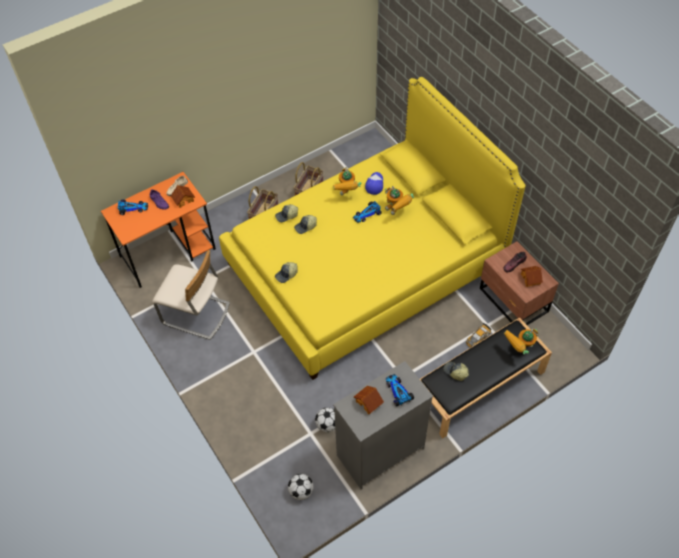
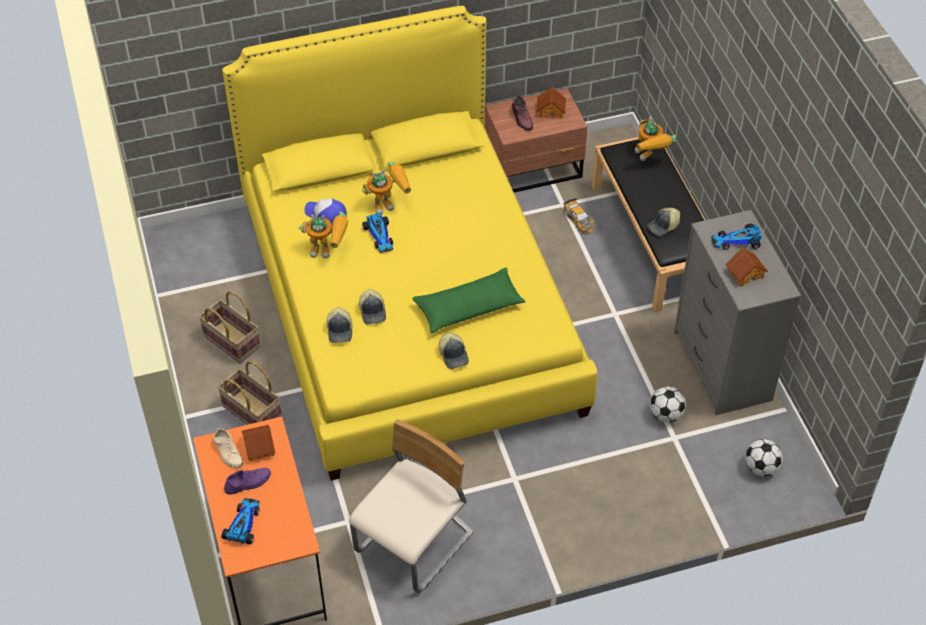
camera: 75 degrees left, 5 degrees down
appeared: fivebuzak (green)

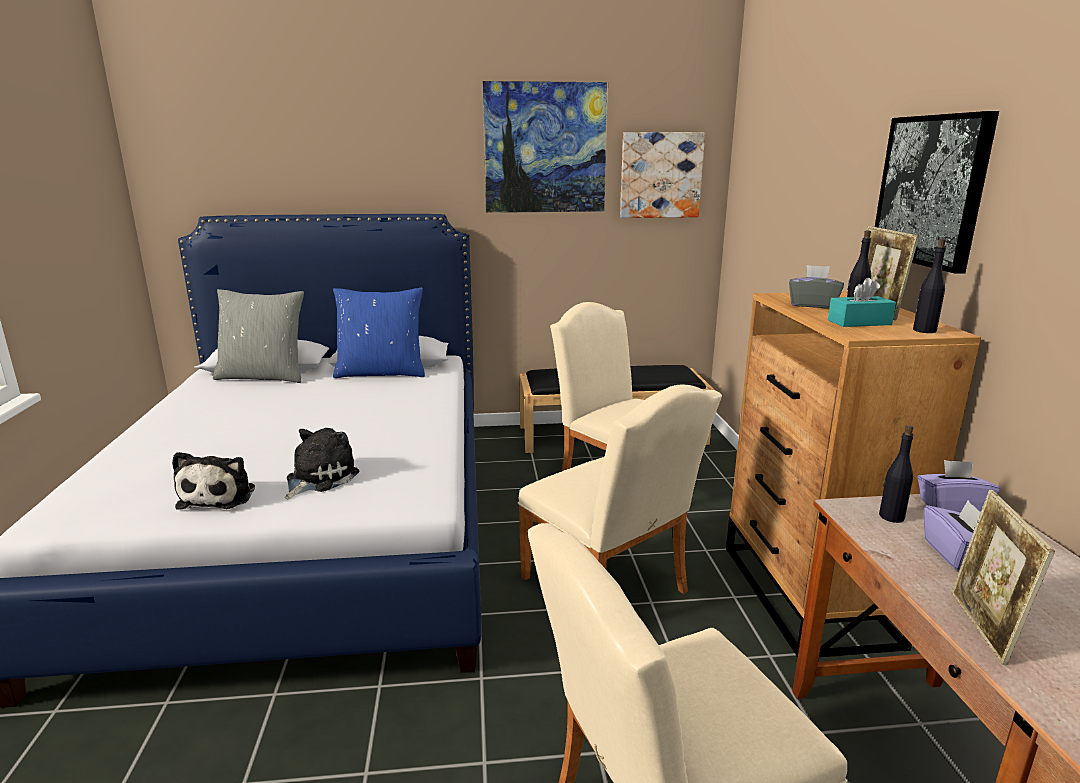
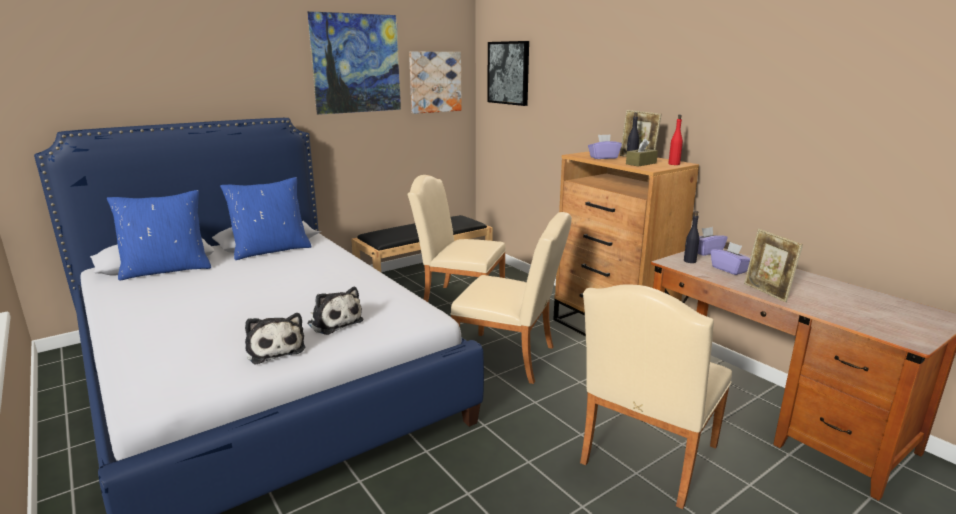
camera: 30 degrees left, 0 degrees up
relocated: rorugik (no. 3 from left)
colour: fivebuzak (grey) to fivebuzak (blue) (no. 1 from left); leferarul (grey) to leferarul (purple) (no. 1 from left); leferarul (turquoise) to leferarul (brown); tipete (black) (no. 3 from left) to tipete (red)
spun: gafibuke (no. 2 from left) 135 degrees clockwise

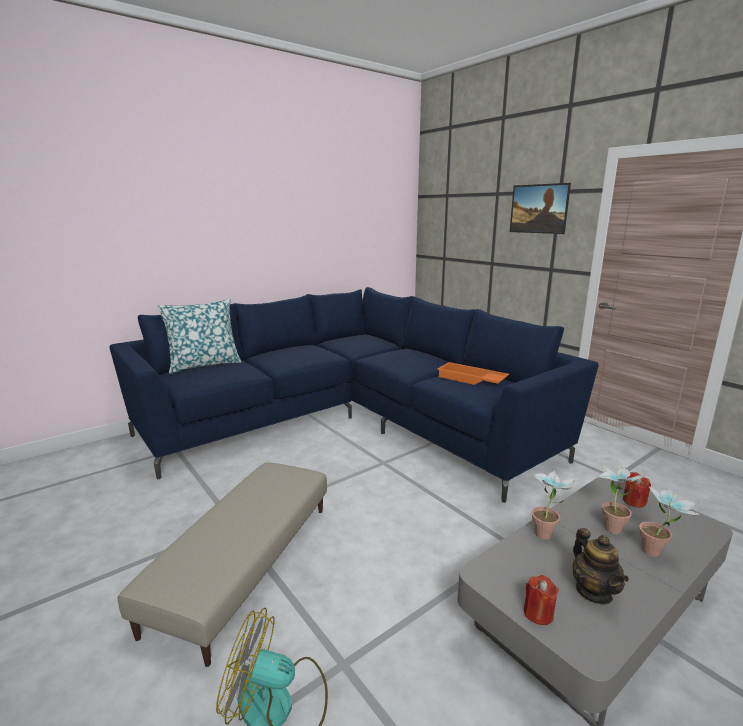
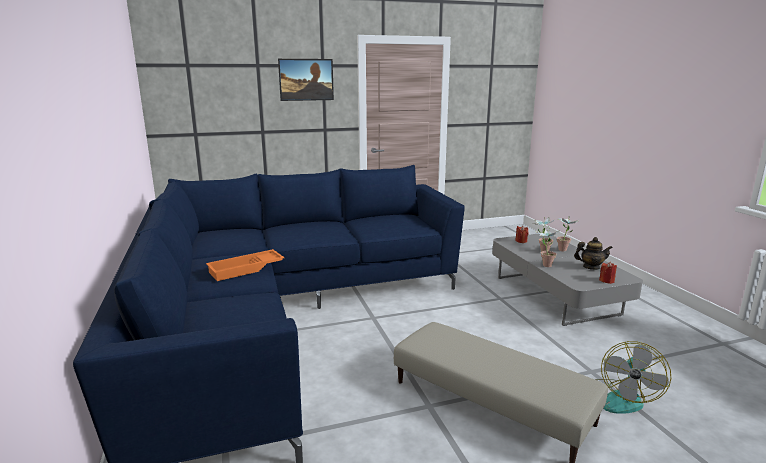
camera: 70 degrees left, 0 degrees up
missing: fivebuzak
relocated: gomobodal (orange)

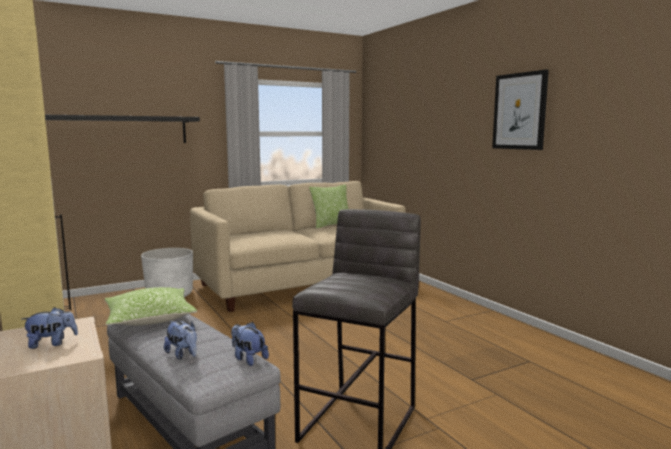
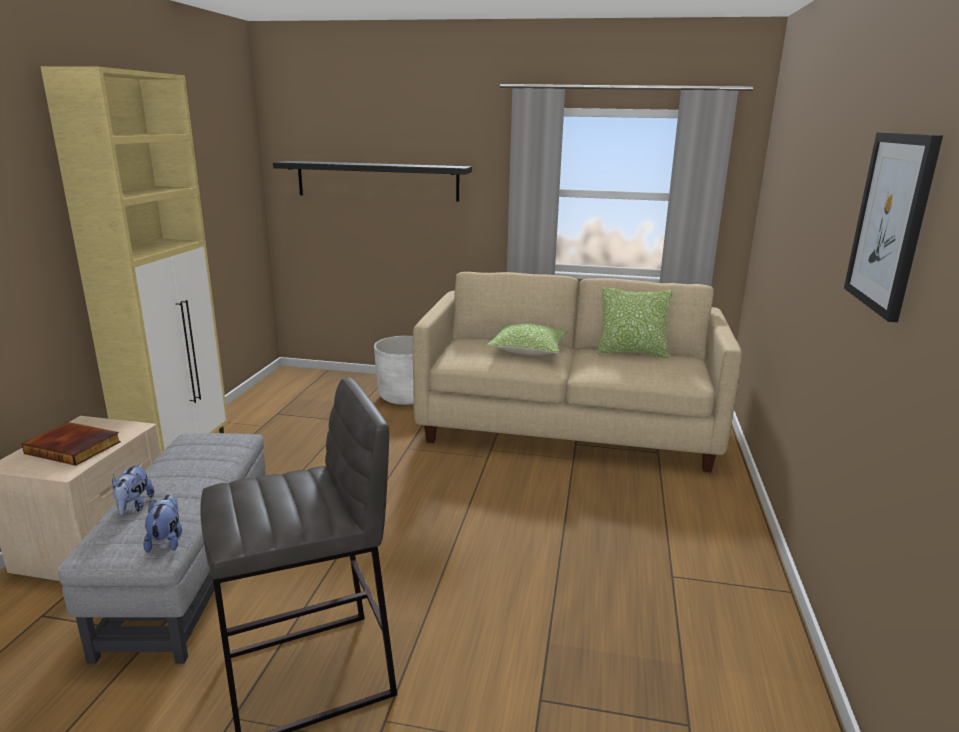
camera: 40 degrees right, 10 degrees up
relocated: fivebuzak (no. 1 from left)
exchanged: gafibuke (no. 1 from left) to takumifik

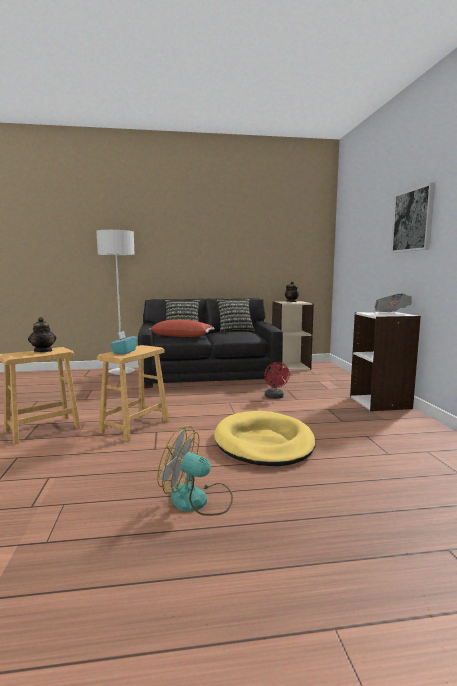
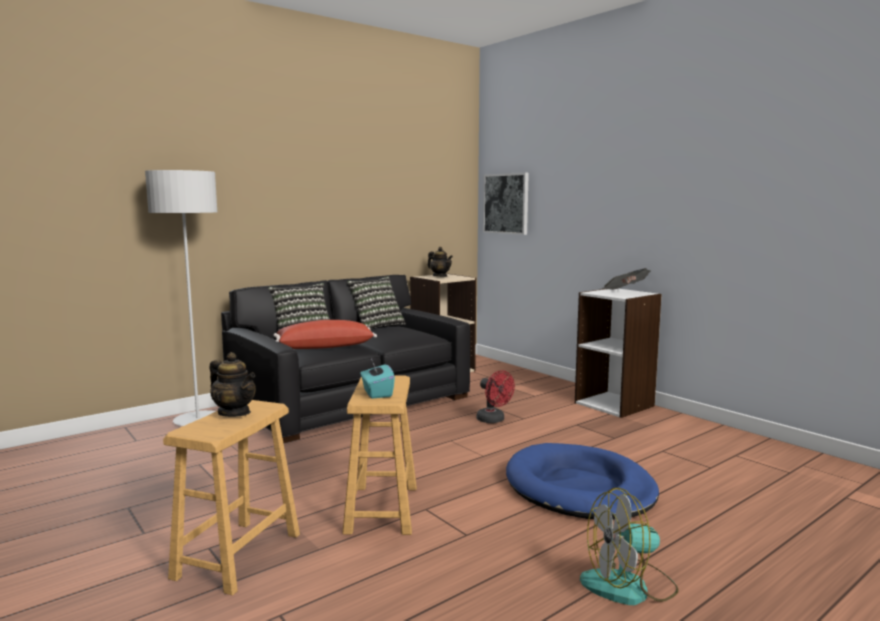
camera: 30 degrees left, 0 degrees up
relocated: rorugik
colour: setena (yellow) to setena (blue)

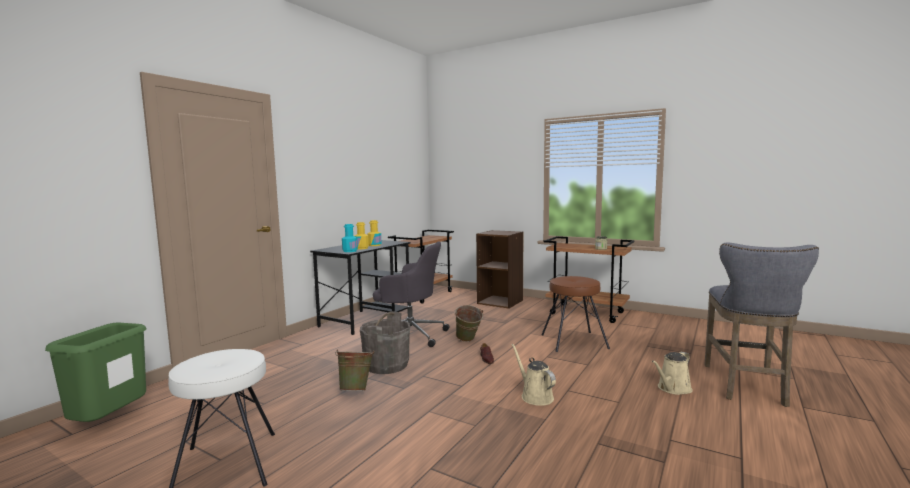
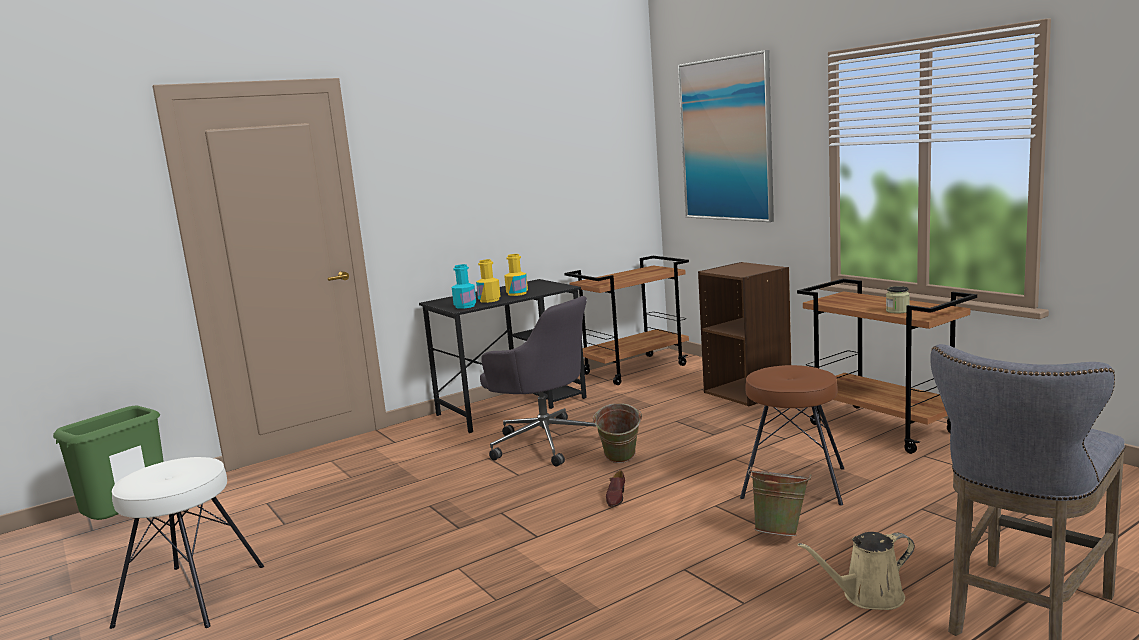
camera: 25 degrees right, 5 degrees up
missing: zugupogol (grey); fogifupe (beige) (no. 1 from left)
appeared: rorugik
relocated: zugupogol (green) (no. 1 from left in the first image) to zugupogol (green) (no. 2 from left)

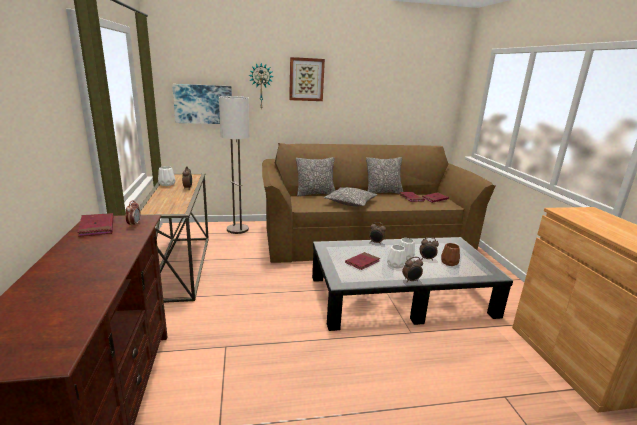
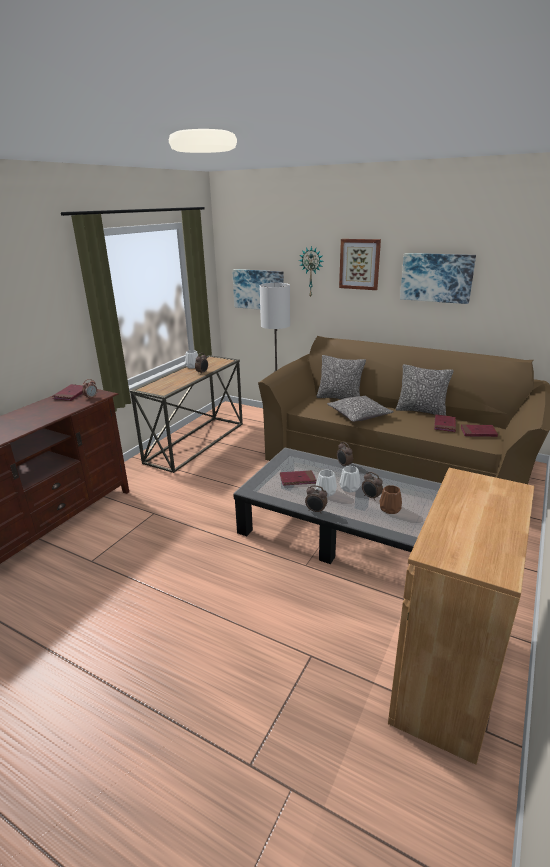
camera: 40 degrees right, 5 degrees up
appeared: rorugik (no. 3 from left)

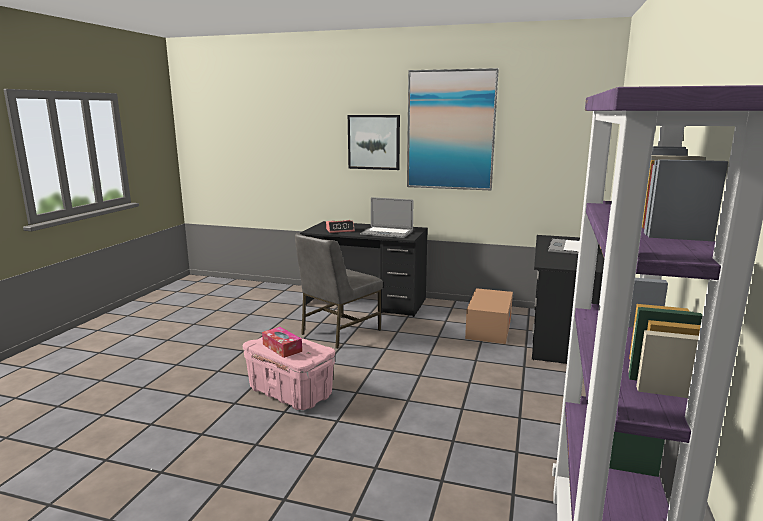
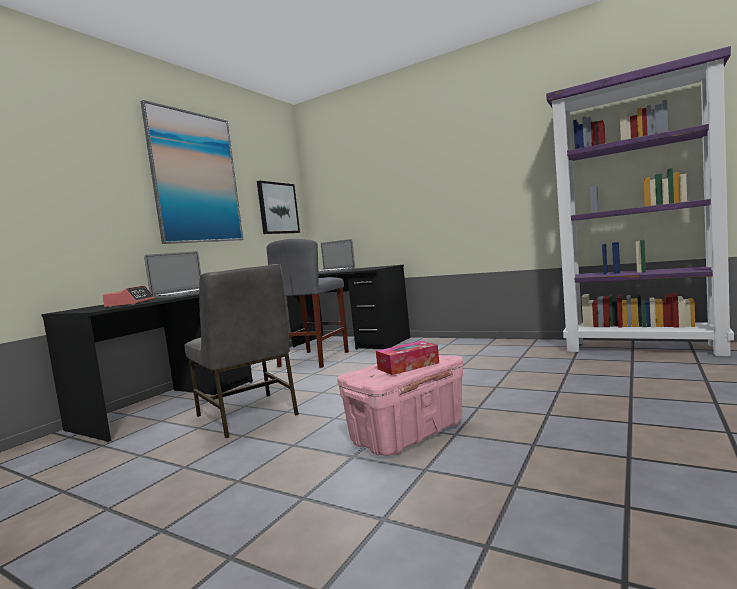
camera: 75 degrees left, 10 degrees down
relocated: rorugik (no. 1 from left in the first image) to rorugik (no. 2 from left)
exchanged: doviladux to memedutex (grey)

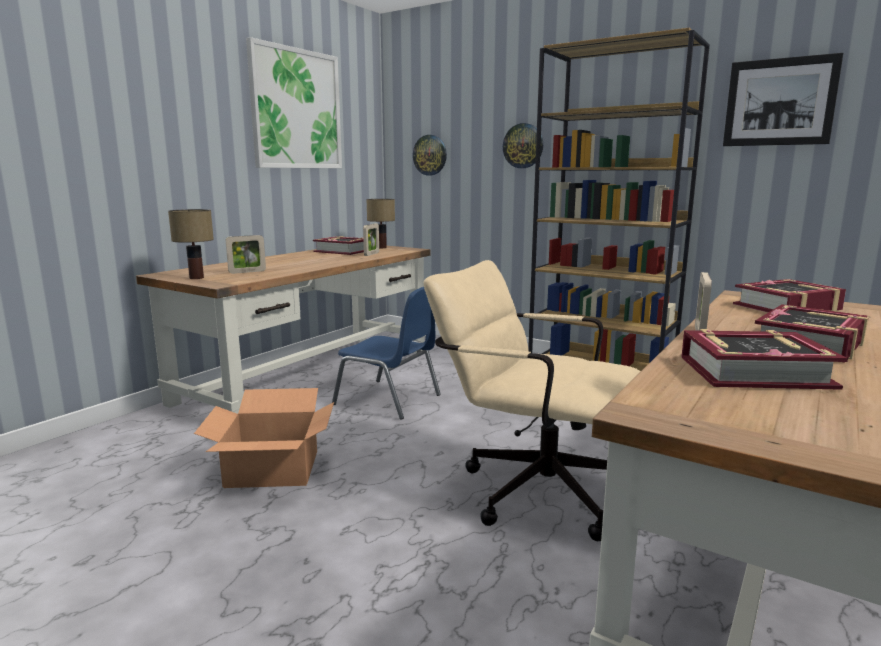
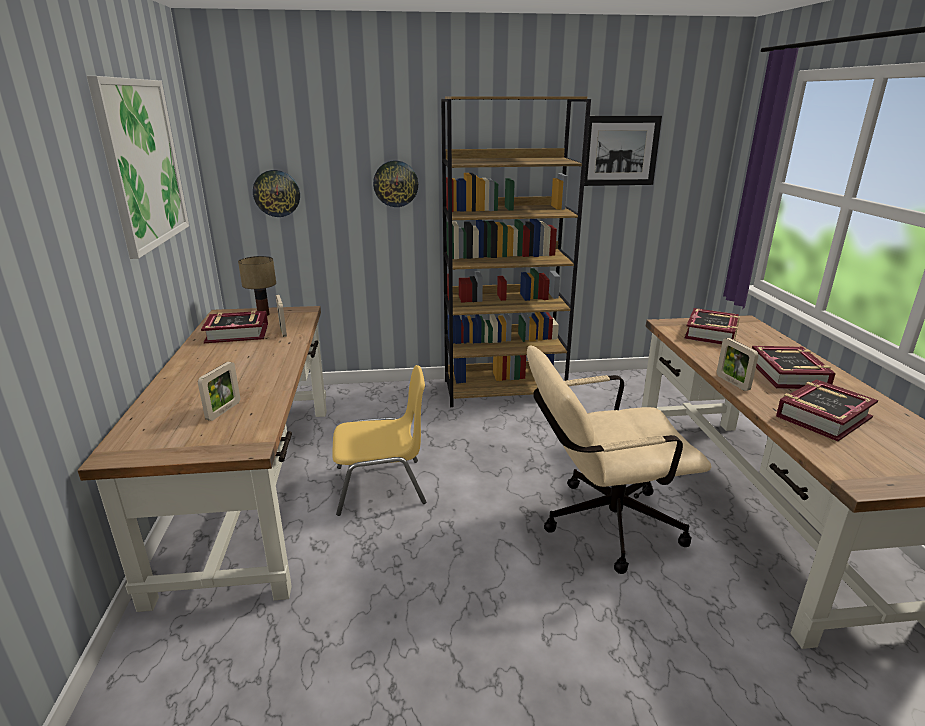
camera: 40 degrees left, 10 degrees up
missing: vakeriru (no. 1 from left); doviladux
colour: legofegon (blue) to legofegon (yellow)

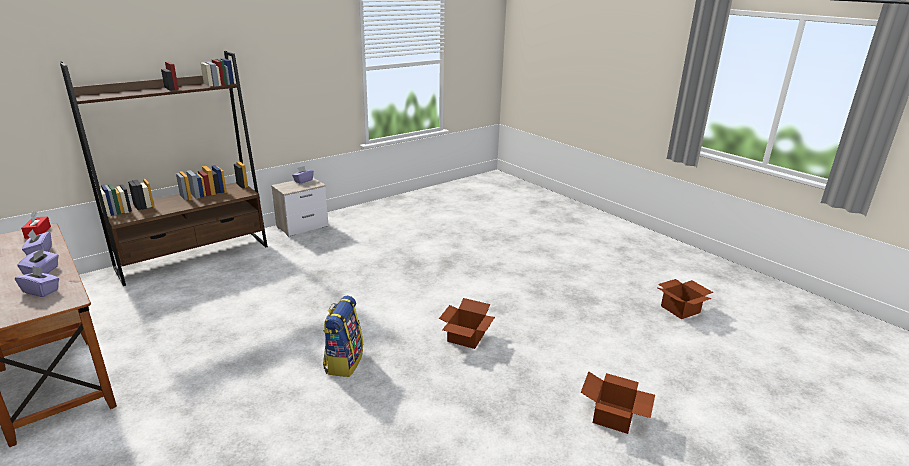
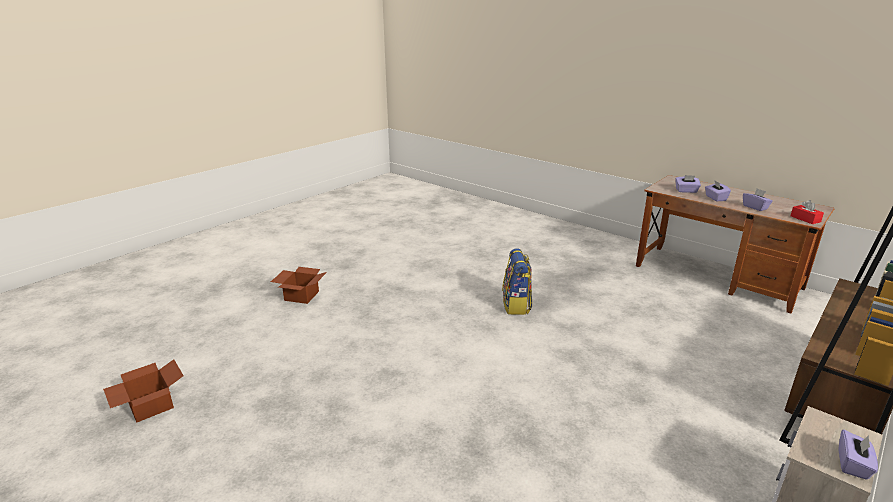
camera: 170 degrees right, 0 degrees up
missing: doviladux (no. 1 from left)

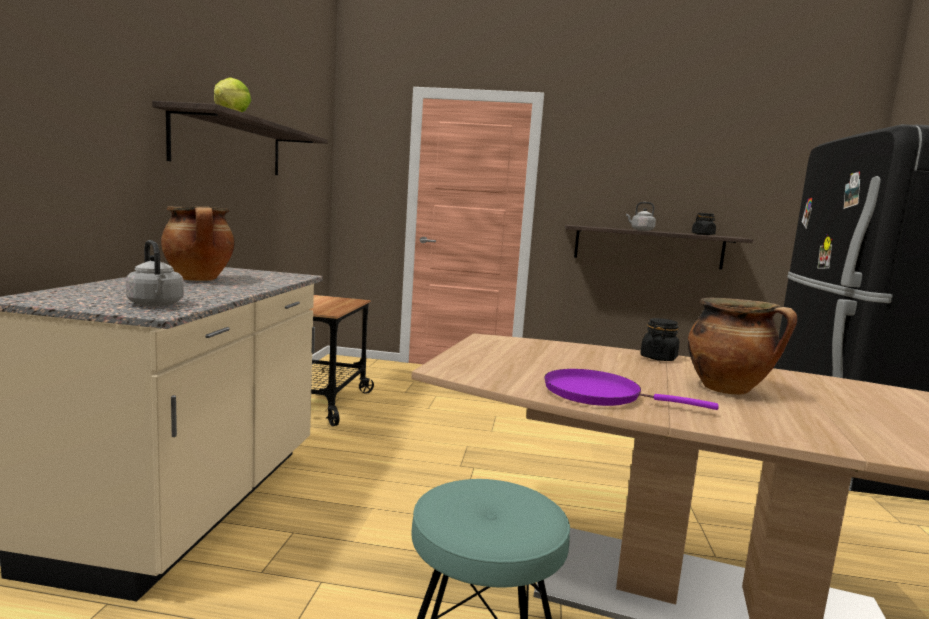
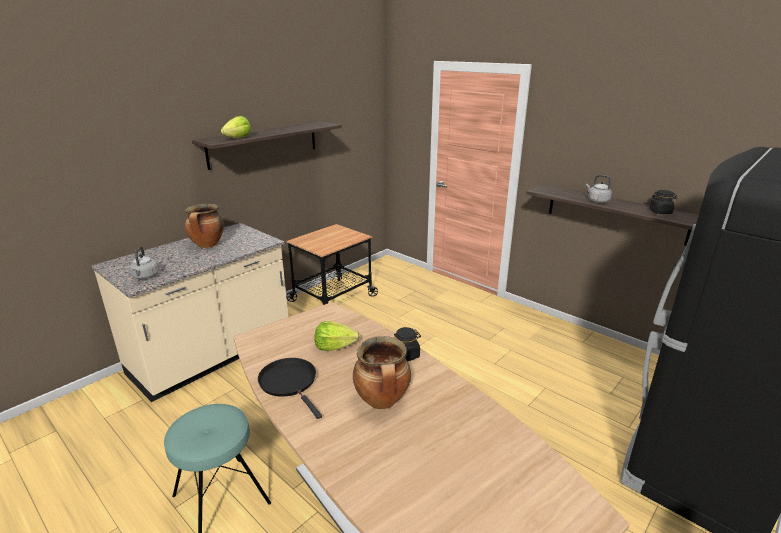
camera: 35 degrees right, 15 degrees up
appeared: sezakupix (no. 2 from left)
colour: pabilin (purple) to pabilin (black)

